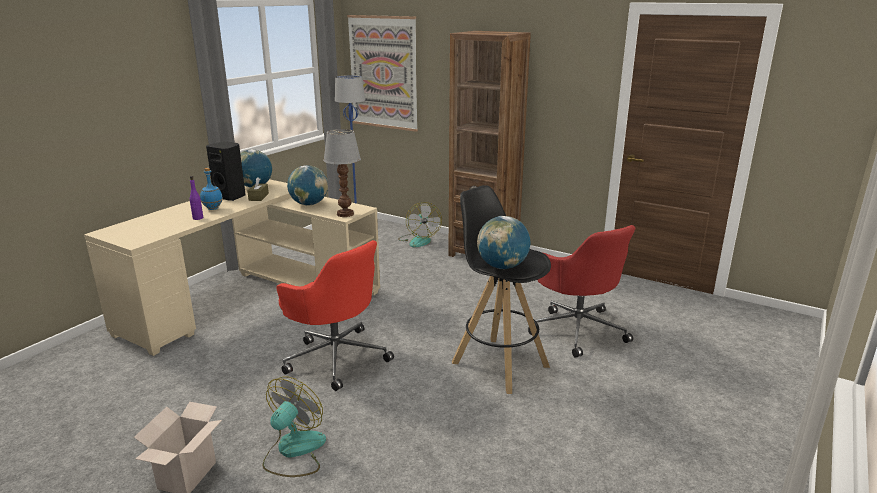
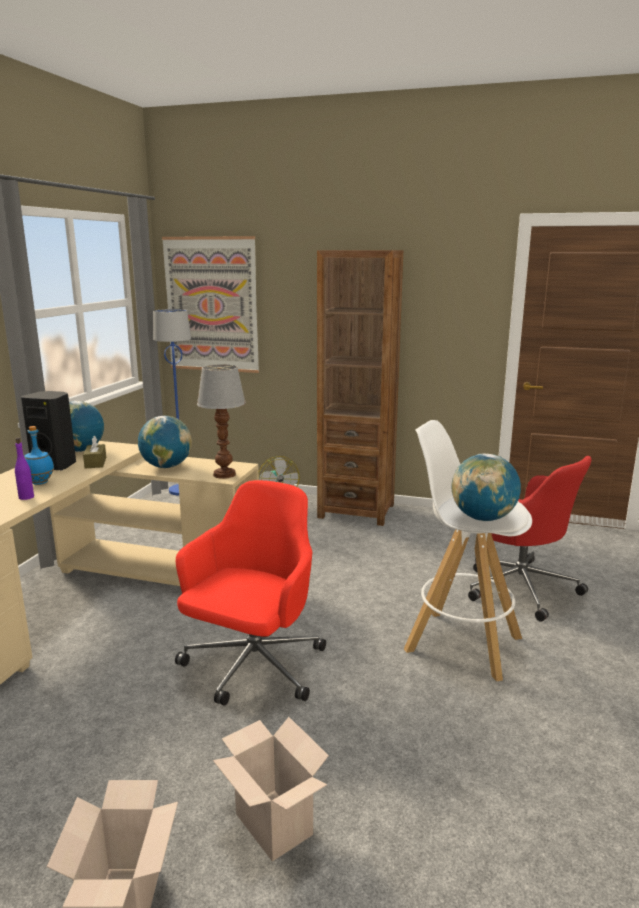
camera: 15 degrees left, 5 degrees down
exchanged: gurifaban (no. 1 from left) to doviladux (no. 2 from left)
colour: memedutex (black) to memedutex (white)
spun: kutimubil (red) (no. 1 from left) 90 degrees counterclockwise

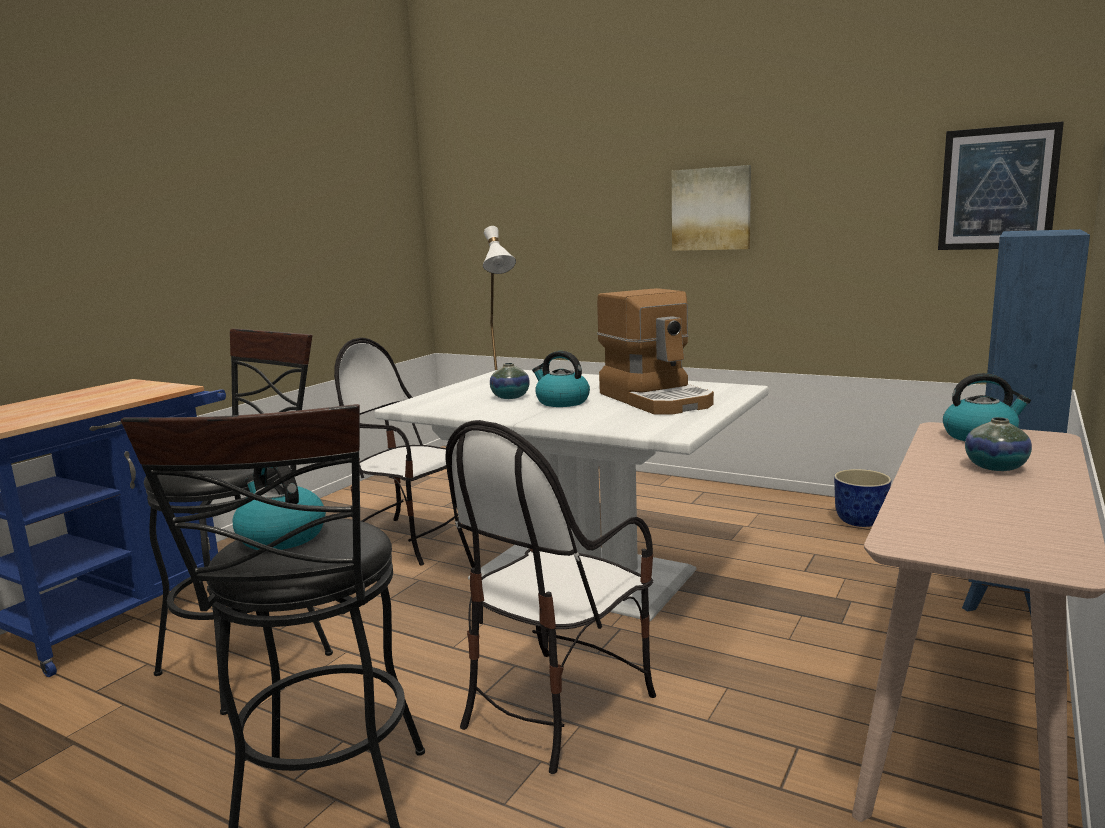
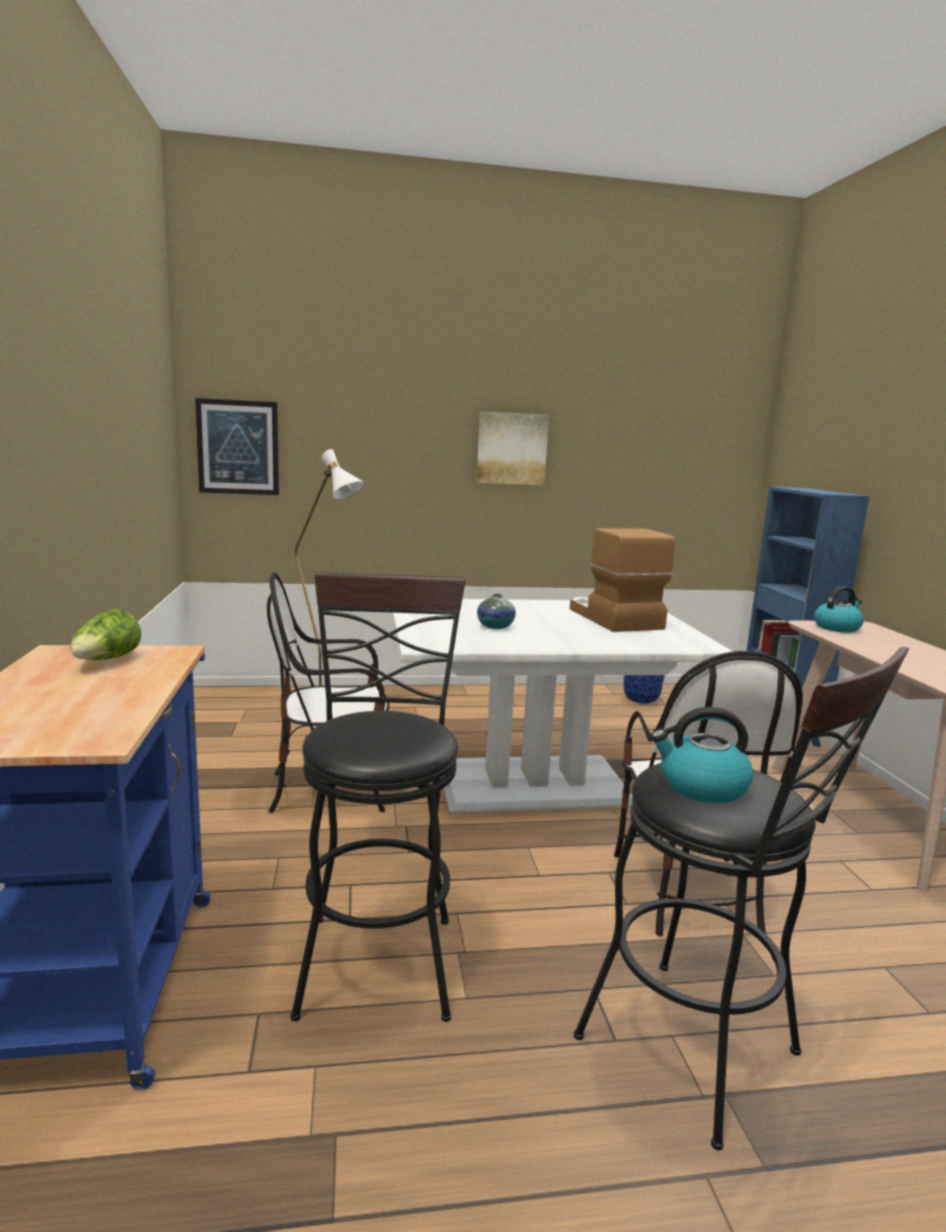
camera: 40 degrees left, 0 degrees up
missing: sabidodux (no. 2 from left); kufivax (no. 2 from left)
appeared: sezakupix
relocated: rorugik (no. 2 from left in the first image) to rorugik (no. 1 from left)
spun: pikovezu 135 degrees counterclockwise

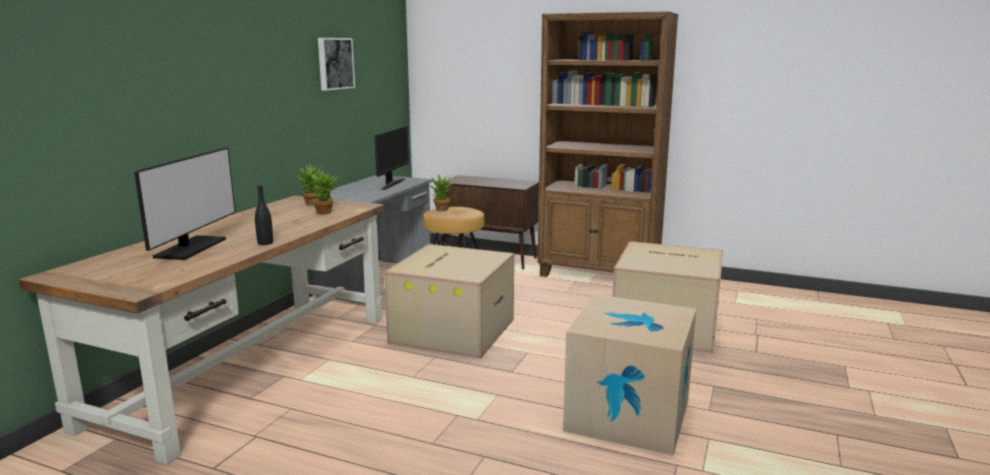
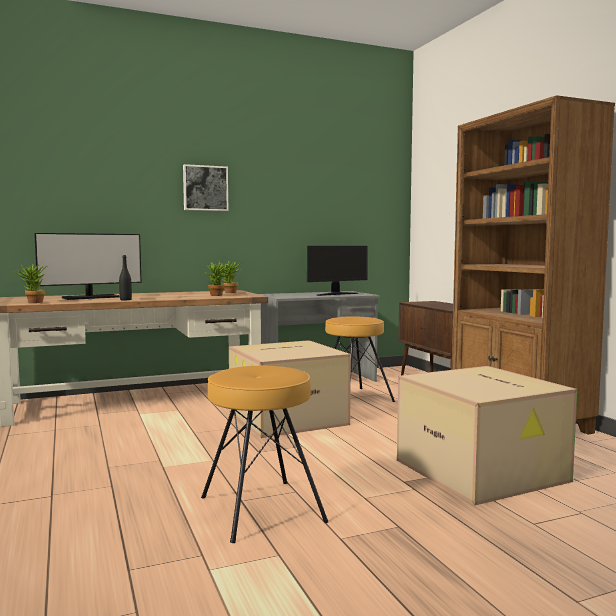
camera: 45 degrees right, 10 degrees down
relocated: rorugik; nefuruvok (no. 3 from left in the first image) to nefuruvok (no. 1 from left)
exchanged: doviladux (no. 2 from left) to memedutex (brown) (no. 1 from left)

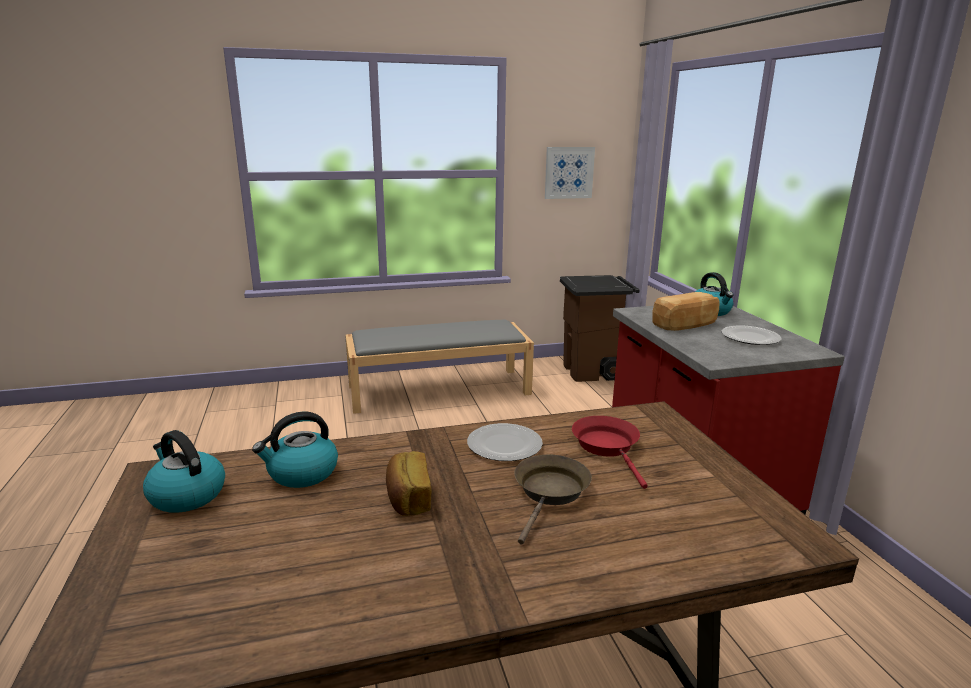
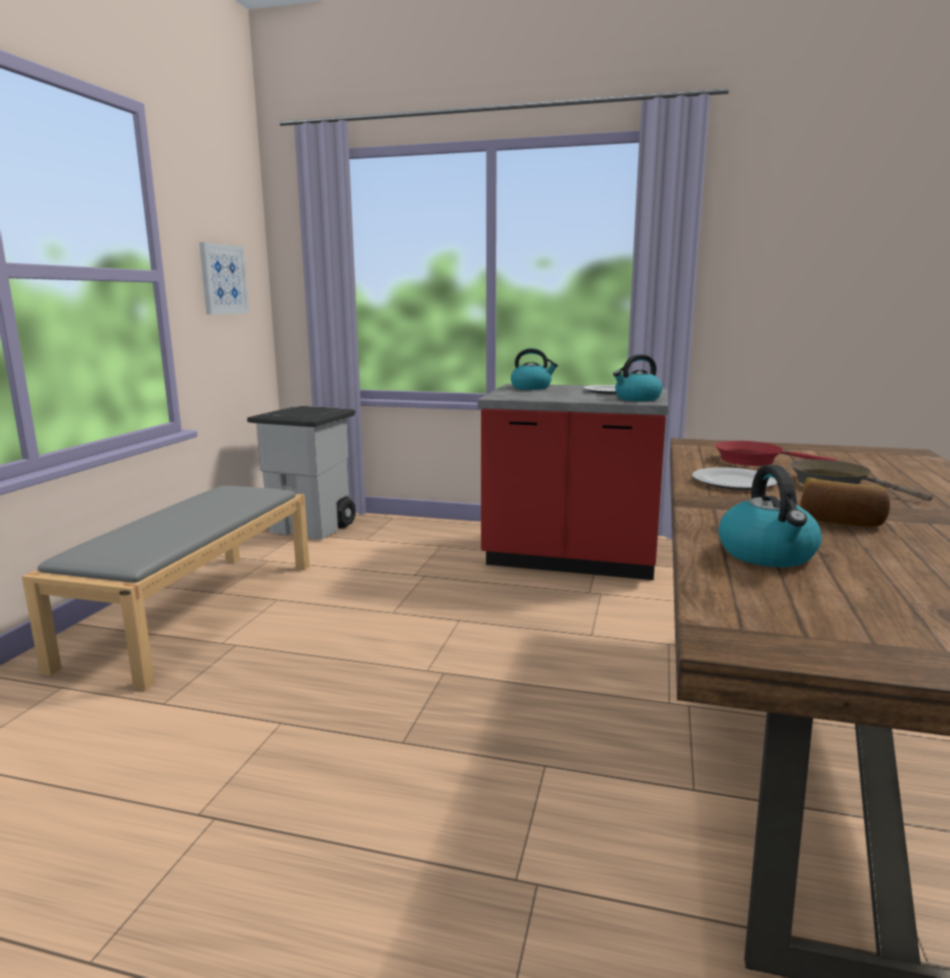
camera: 60 degrees left, 5 degrees down
missing: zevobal (no. 2 from left)
relocated: sabidodux (no. 1 from left in the first image) to sabidodux (no. 2 from left)
colour: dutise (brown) to dutise (grey)

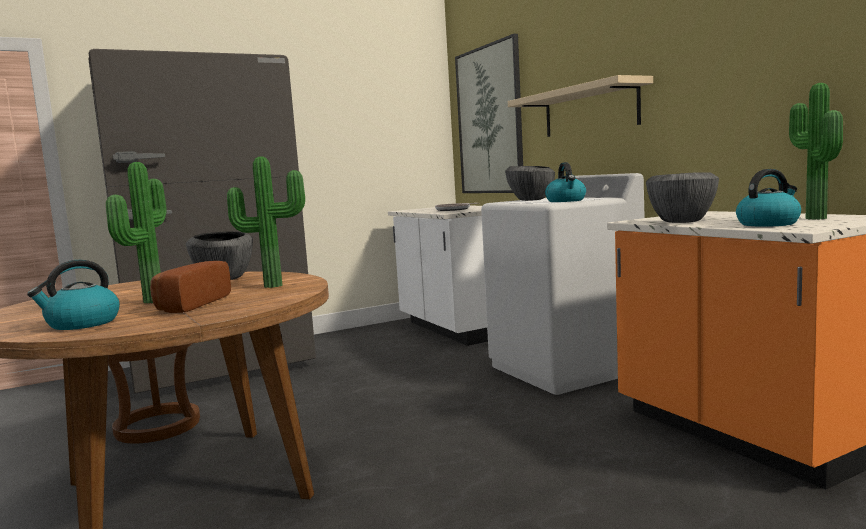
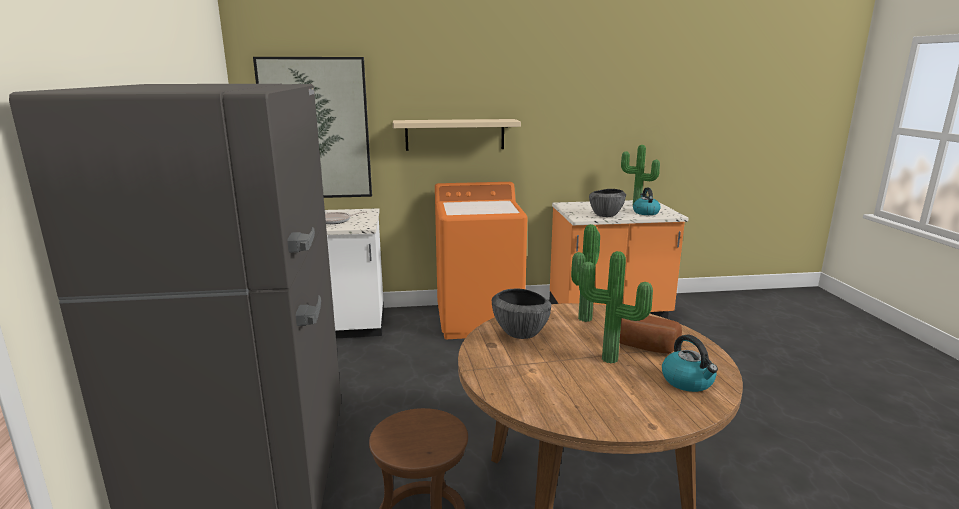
camera: 70 degrees left, 10 degrees up
missing: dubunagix (no. 2 from left); sabidodux (no. 2 from left)
colour: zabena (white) to zabena (orange)

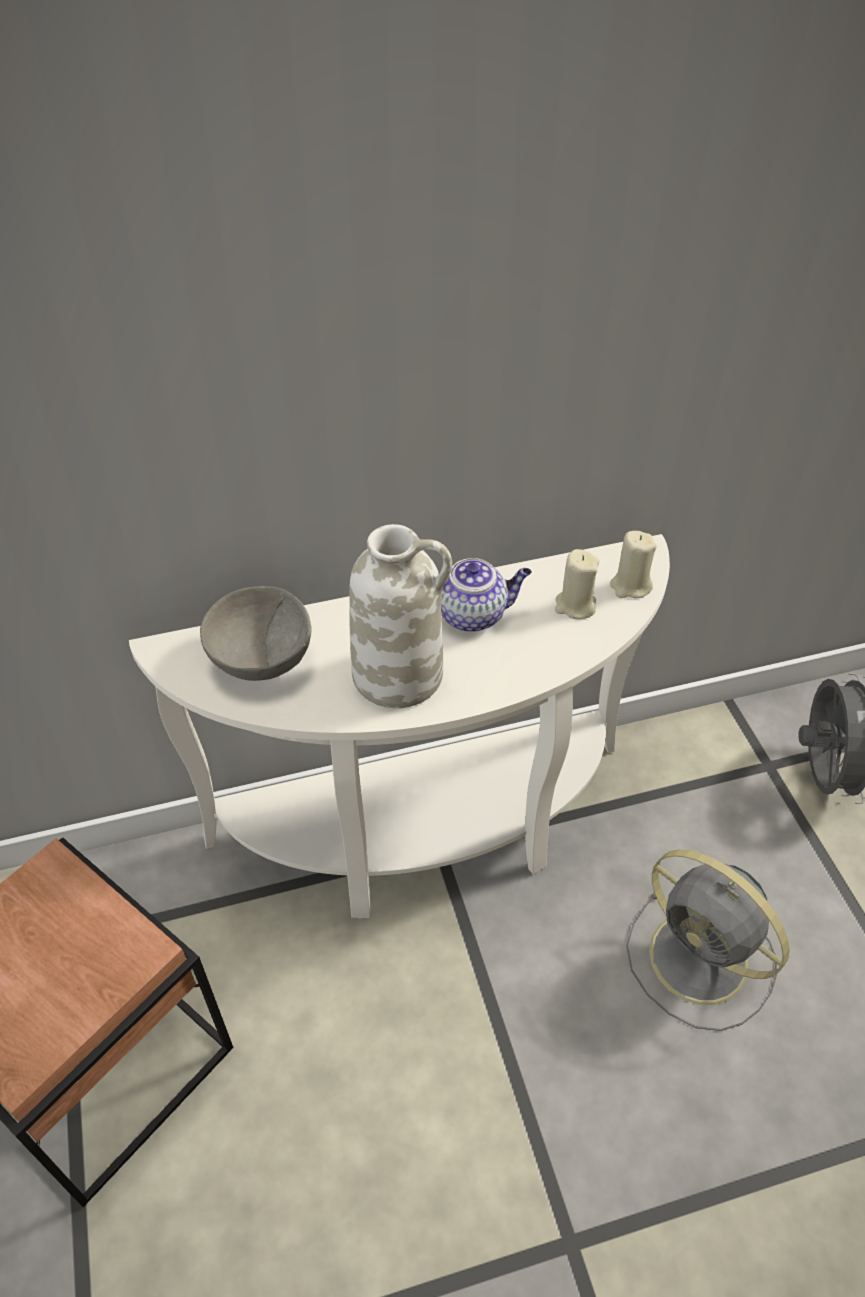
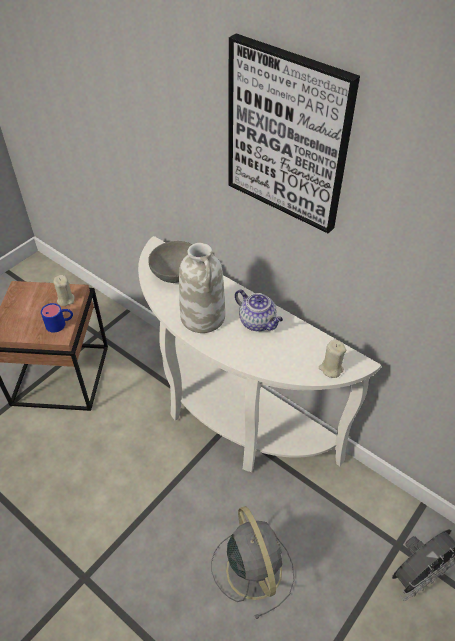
camera: 55 degrees right, 0 degrees up
appeared: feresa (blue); rorugik
relocated: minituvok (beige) (no. 1 from left)
spun: gurifaban (grey) (no. 1 from left) 150 degrees clockwise

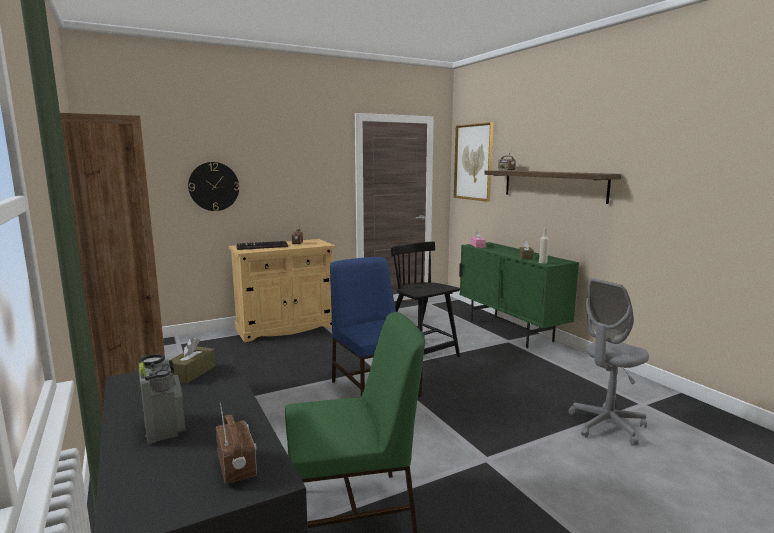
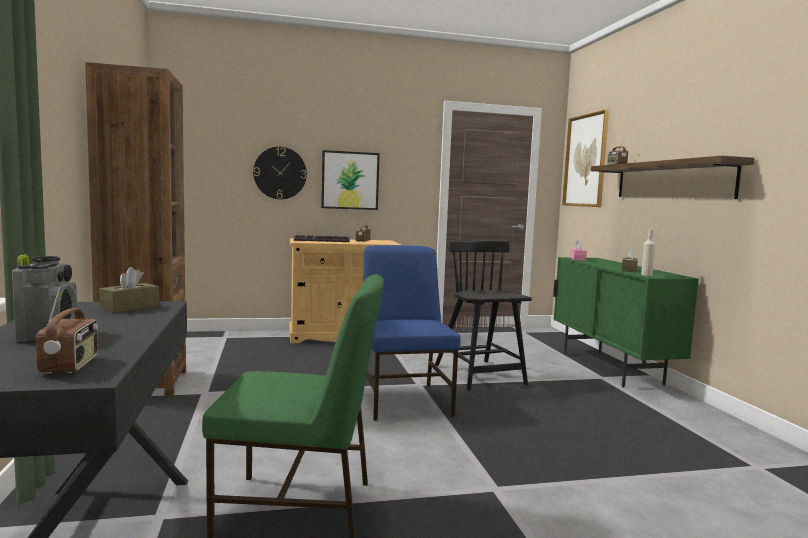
camera: 15 degrees right, 5 degrees down
missing: kutimubil (grey)
appeared: rorugik (no. 1 from left)

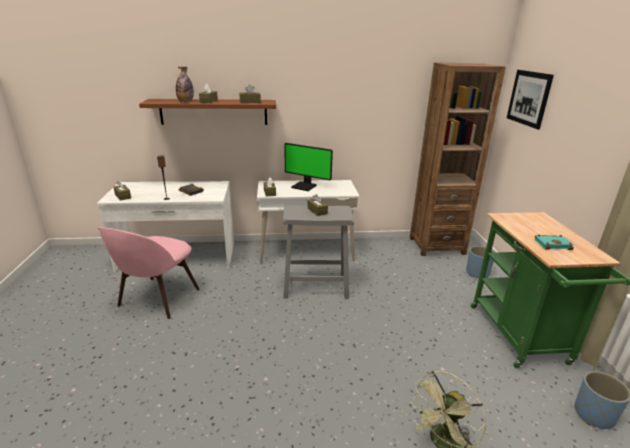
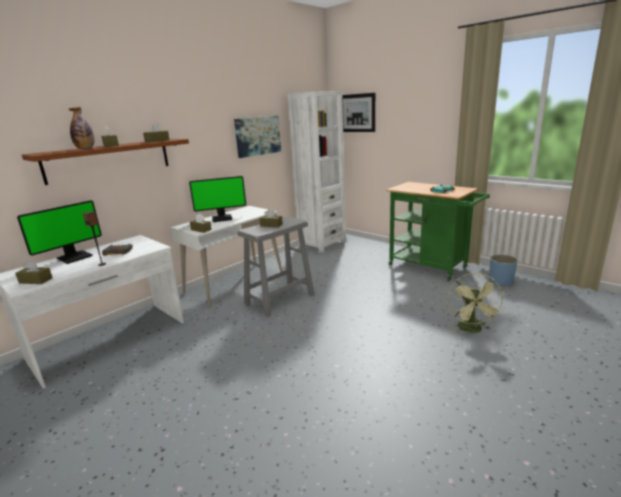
camera: 40 degrees left, 5 degrees down
missing: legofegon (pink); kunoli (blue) (no. 1 from left)
appeared: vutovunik (no. 1 from left); rorugik (no. 1 from left)
colour: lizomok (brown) to lizomok (white)

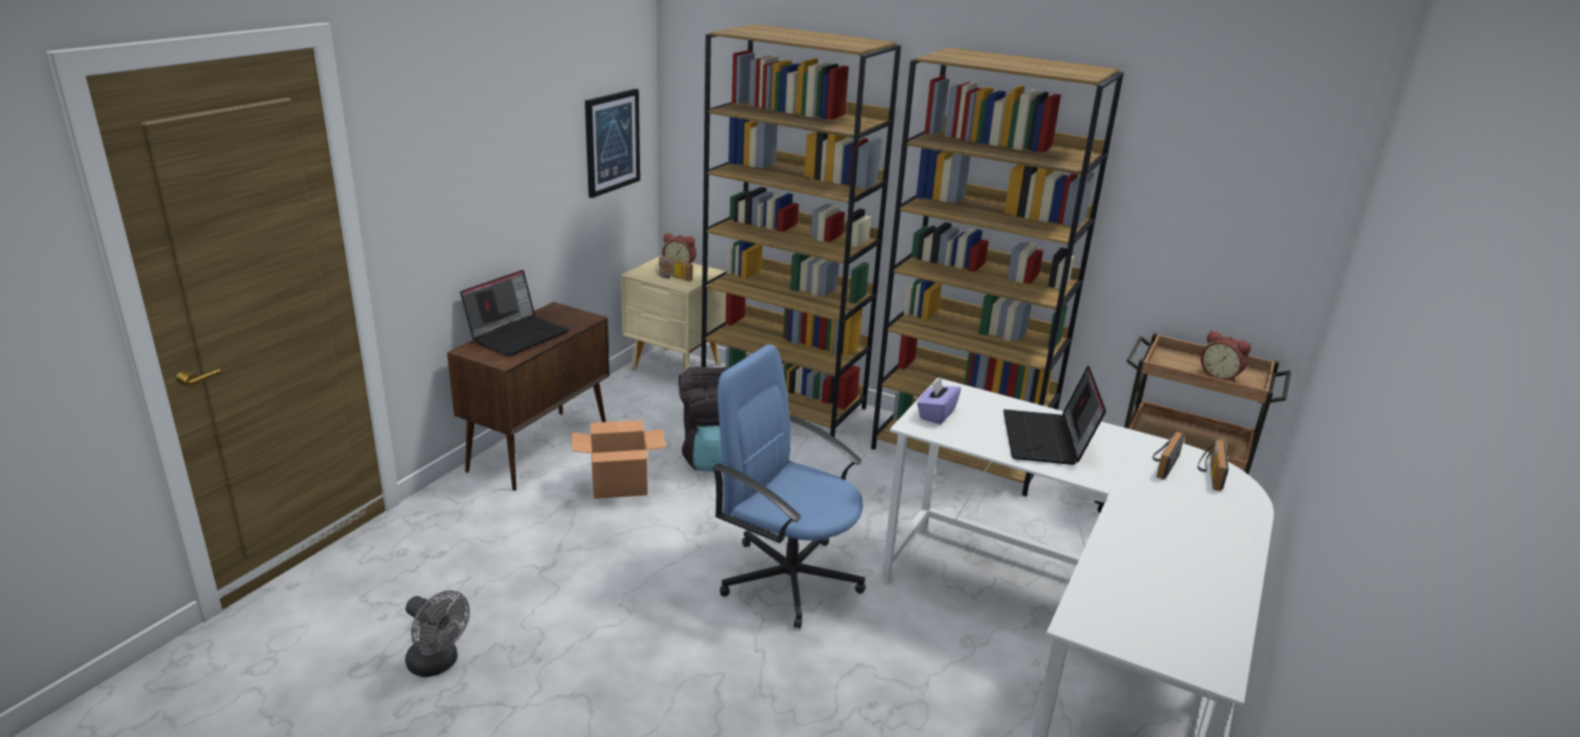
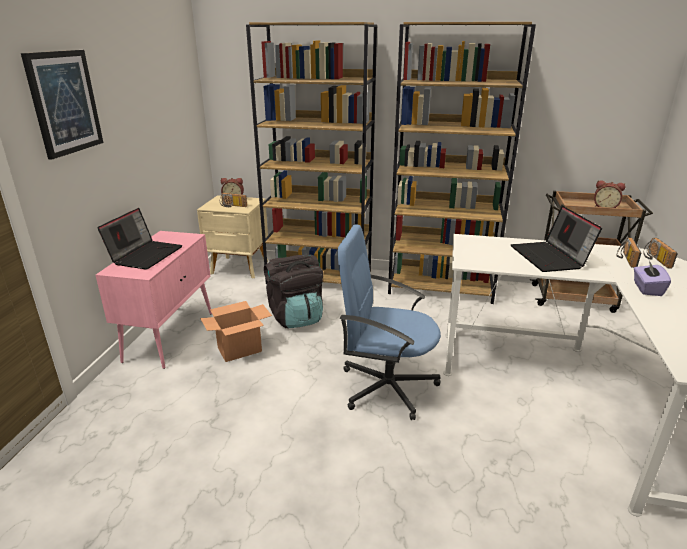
camera: 15 degrees left, 0 degrees up
missing: gurifaban (grey)
relocated: rorugik; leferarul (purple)
colour: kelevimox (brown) to kelevimox (pink)

